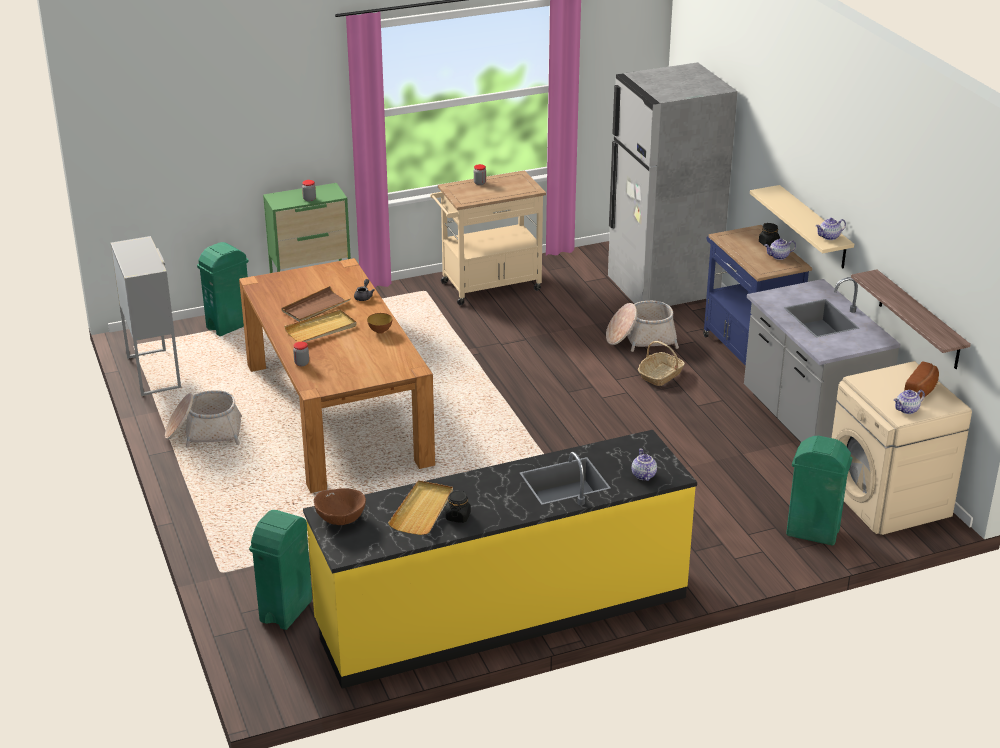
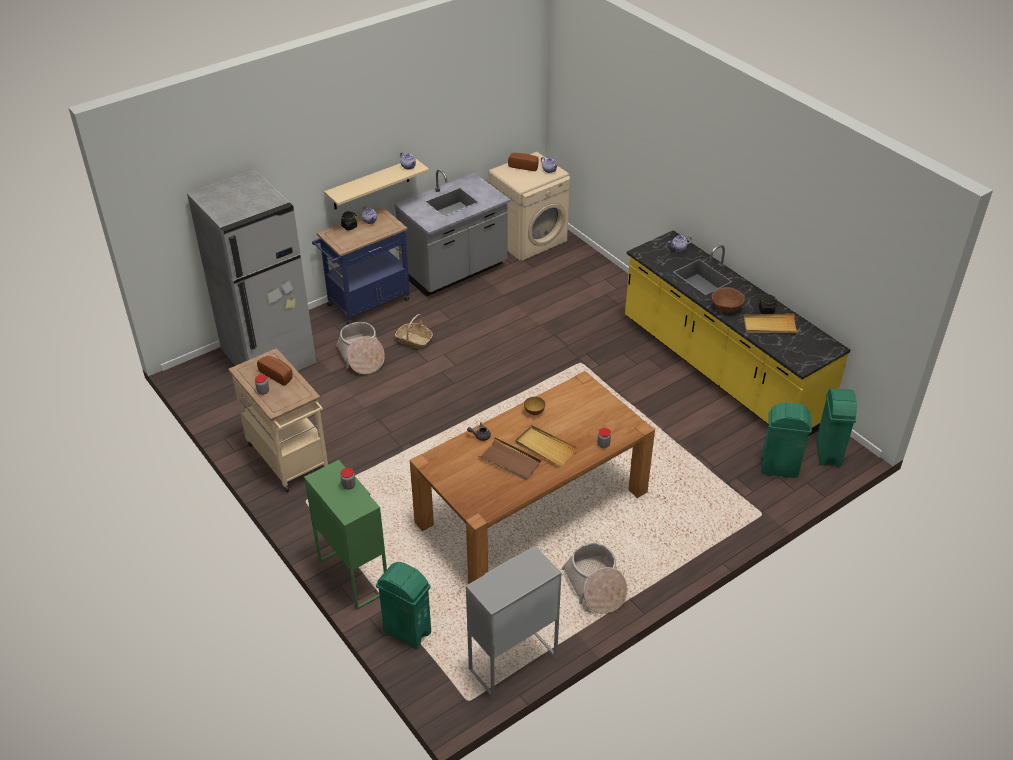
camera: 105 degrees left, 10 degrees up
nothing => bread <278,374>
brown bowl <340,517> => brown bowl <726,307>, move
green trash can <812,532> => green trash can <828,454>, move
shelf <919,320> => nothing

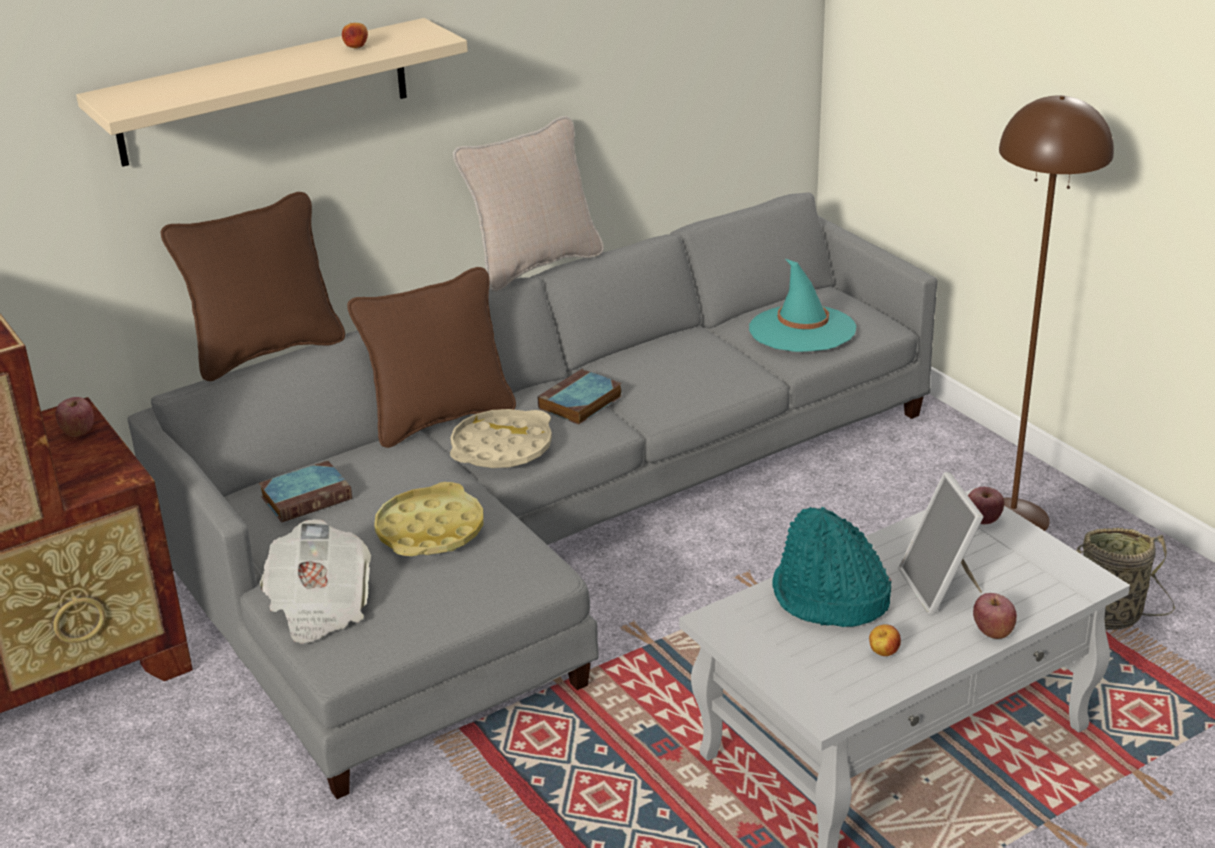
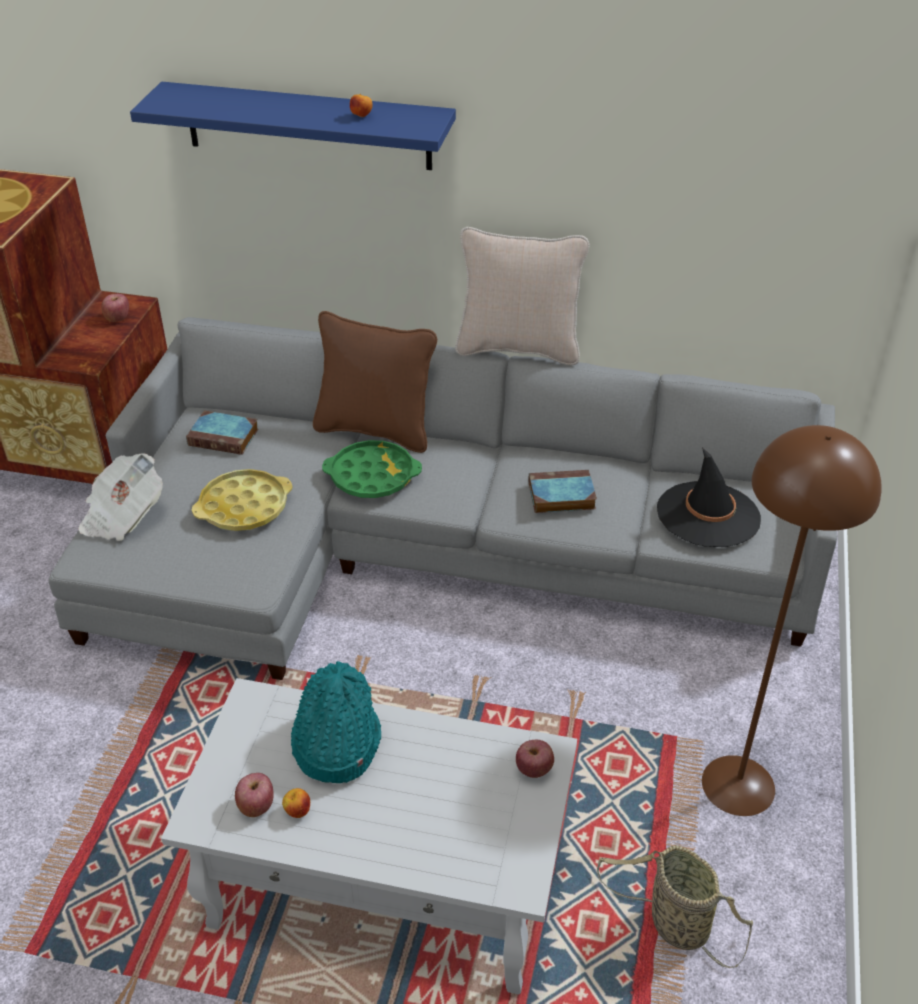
camera: 45 degrees right, 10 degrees up
beige shelf <264,92> => blue shelf <308,126>
apple <992,631> => apple <256,806>, move
beige tray <501,448> => green tray <372,476>
book <579,403> => book <560,496>, move
turquoise hat <802,329> => black hat <708,515>
brown pillow <266,351> => nothing
picture frame <941,589> => nothing

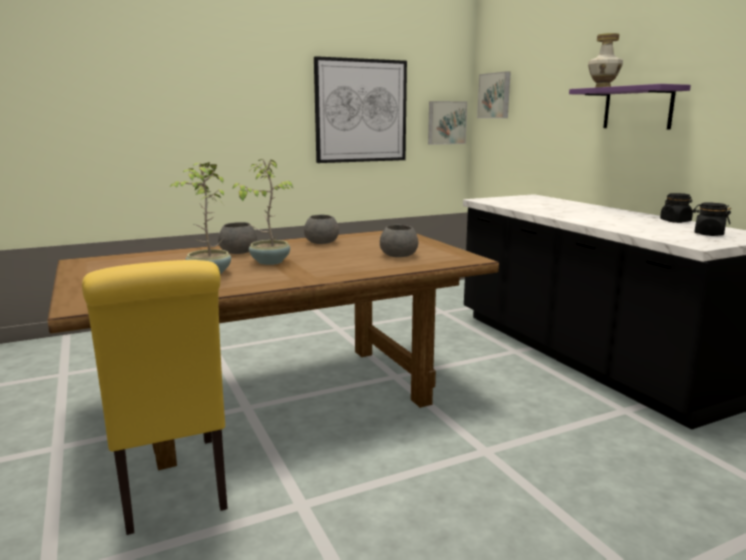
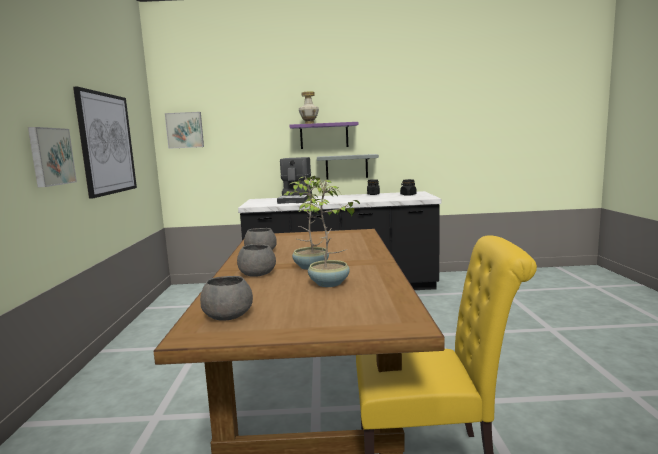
camera: 65 degrees left, 5 degrees down
picture <446,122> => picture <50,156>, move
grey bowl <398,255> => grey bowl <227,316>, move
nothing => coffee machine <296,200>
nothing => grey shelf <346,167>

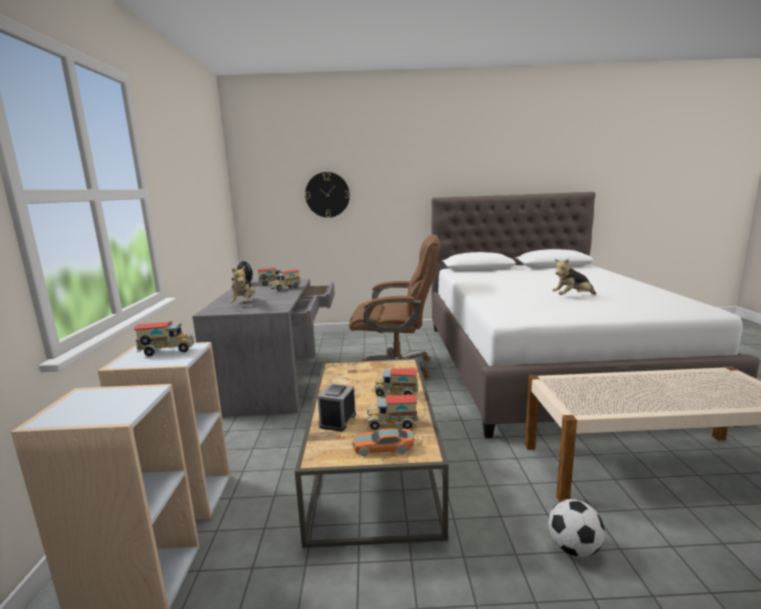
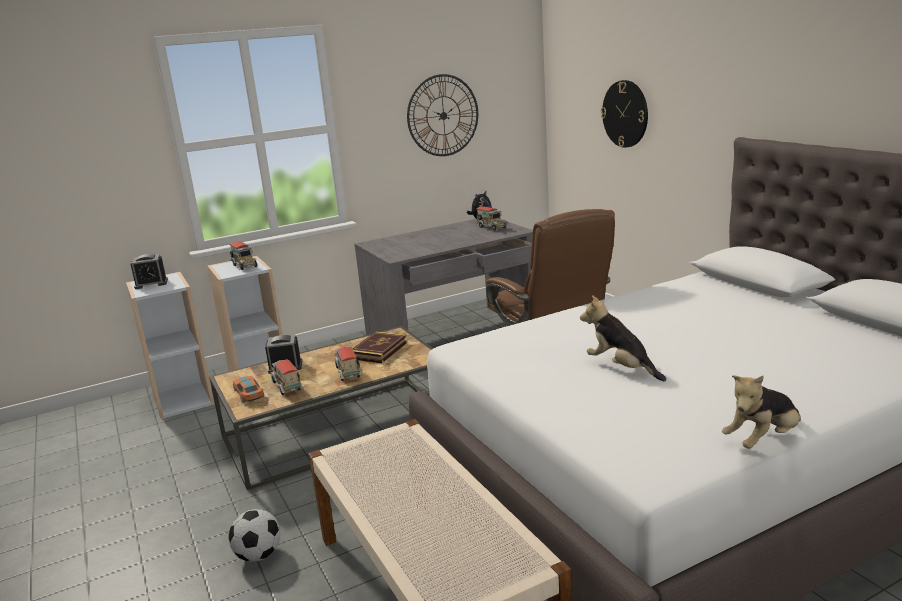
camera: 65 degrees right, 5 degrees up
nothing => alarm clock <151,284>
nothing => book <379,350>
nothing => wall clock <443,115>
plush toy <244,303> => plush toy <762,440>, move
toy truck <285,288> => nothing

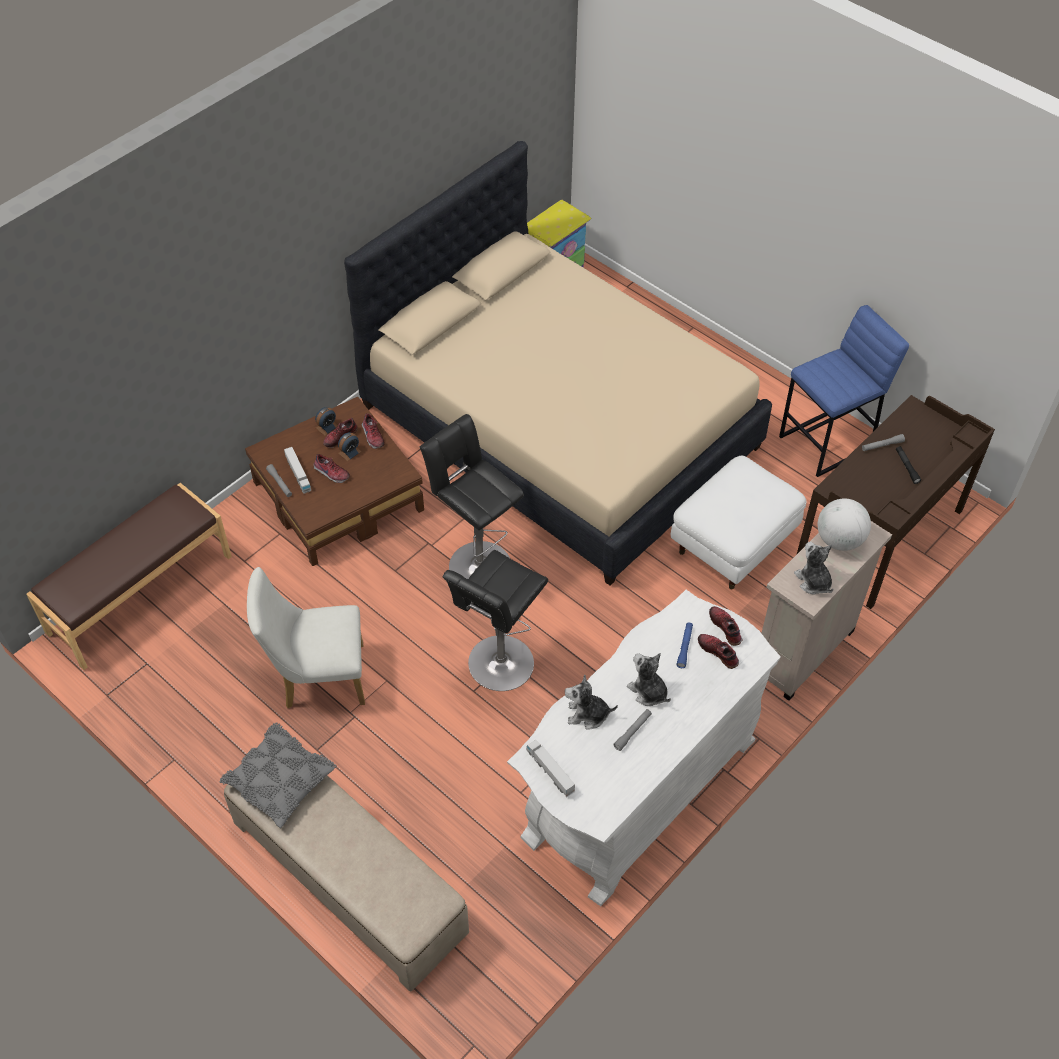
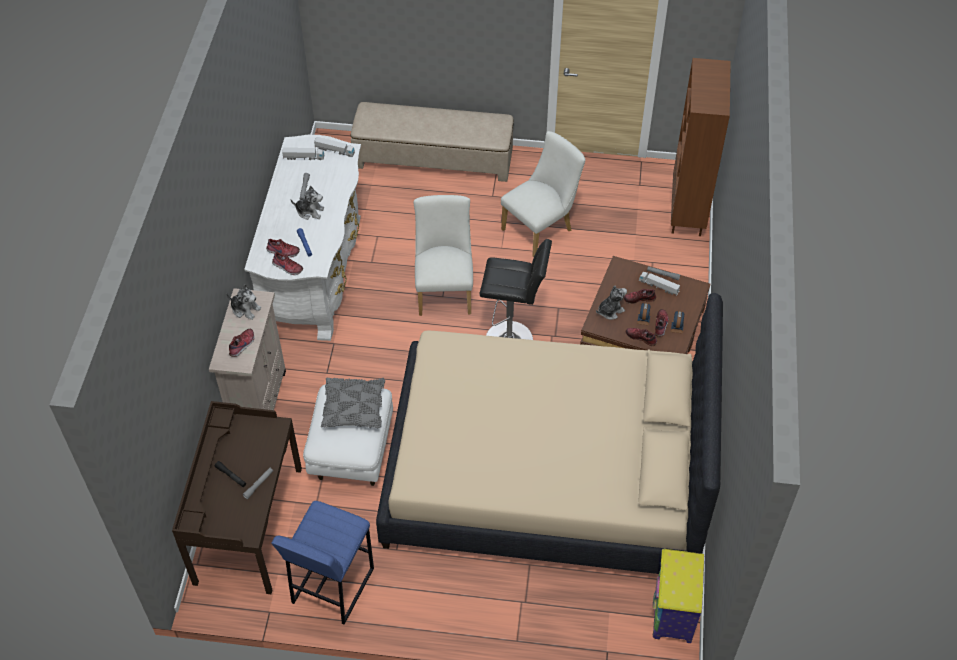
camera: 145 degrees right, 0 degrees up
globe <839,540> => shoe <242,345>
nothing => toy truck <303,157>
grey pillow <280,780> => grey pillow <354,408>, move
black stool <498,667> => white chair <444,289>
plush toy <587,715> => plush toy <610,311>, move
brown bench <139,593> => brown bookcase <688,213>

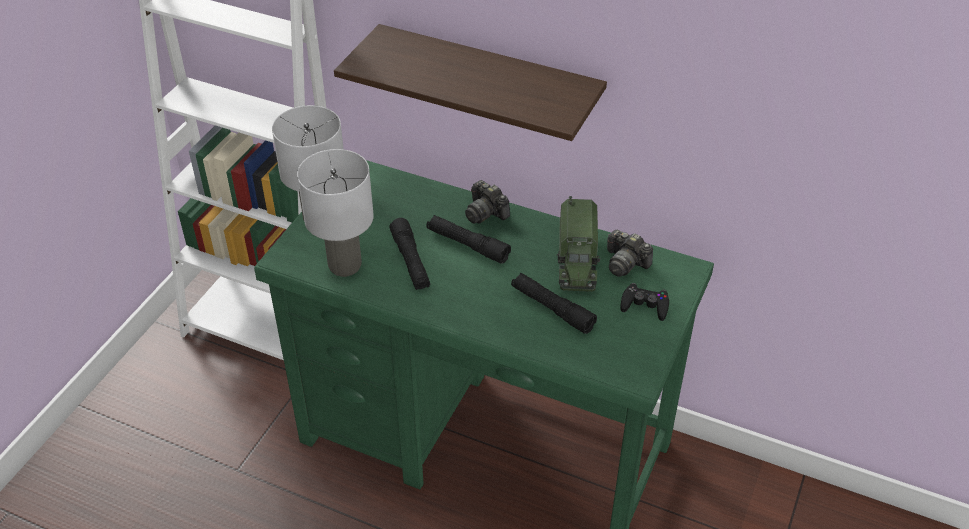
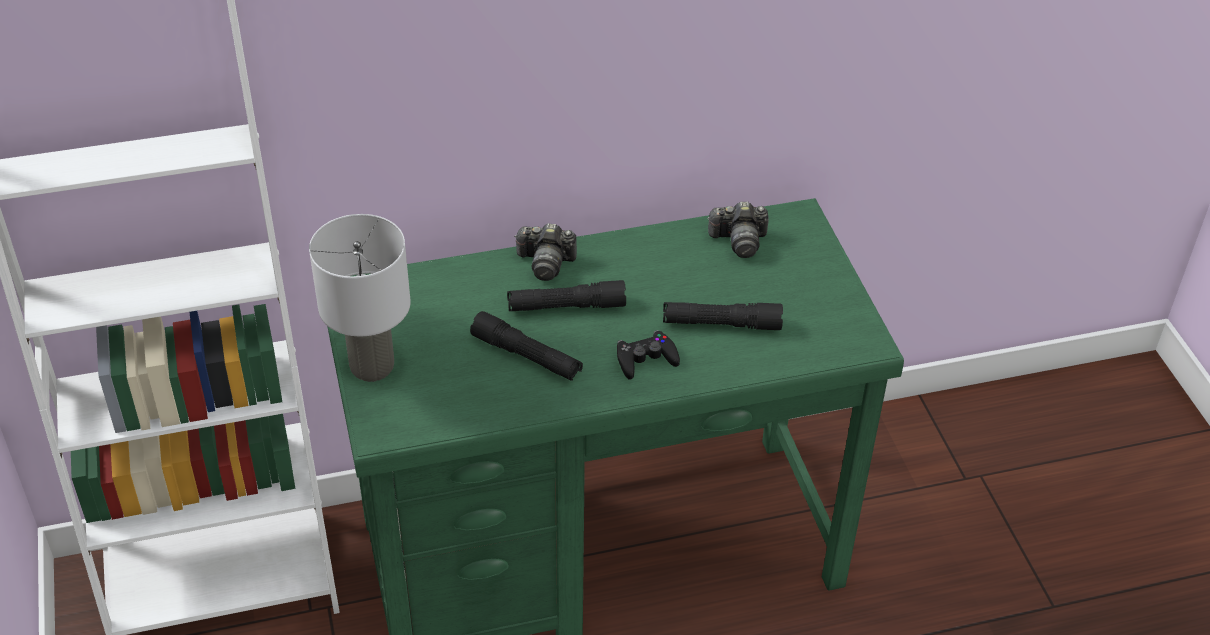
camera: 40 degrees left, 0 degrees up
black game controller <644,305> => black game controller <645,359>, move
white table lamp <346,266> => nothing
shelf <488,84> => nothing
toy truck <577,261> => nothing

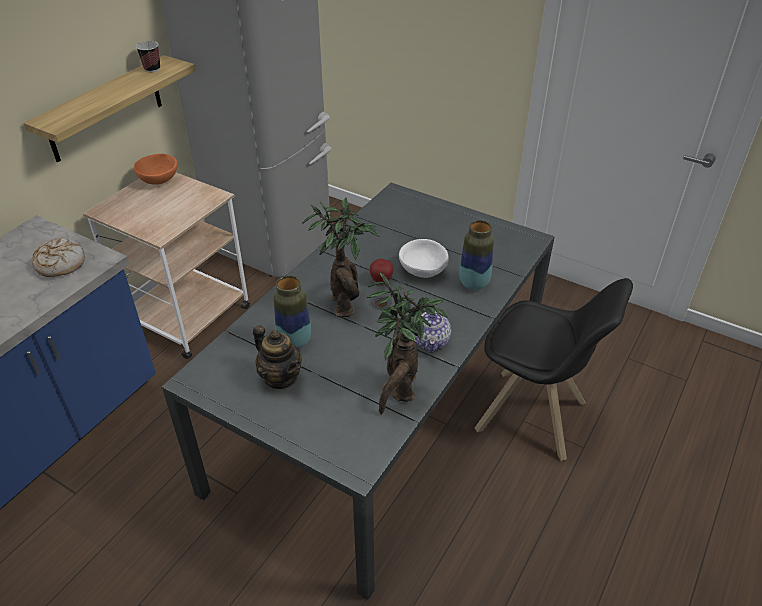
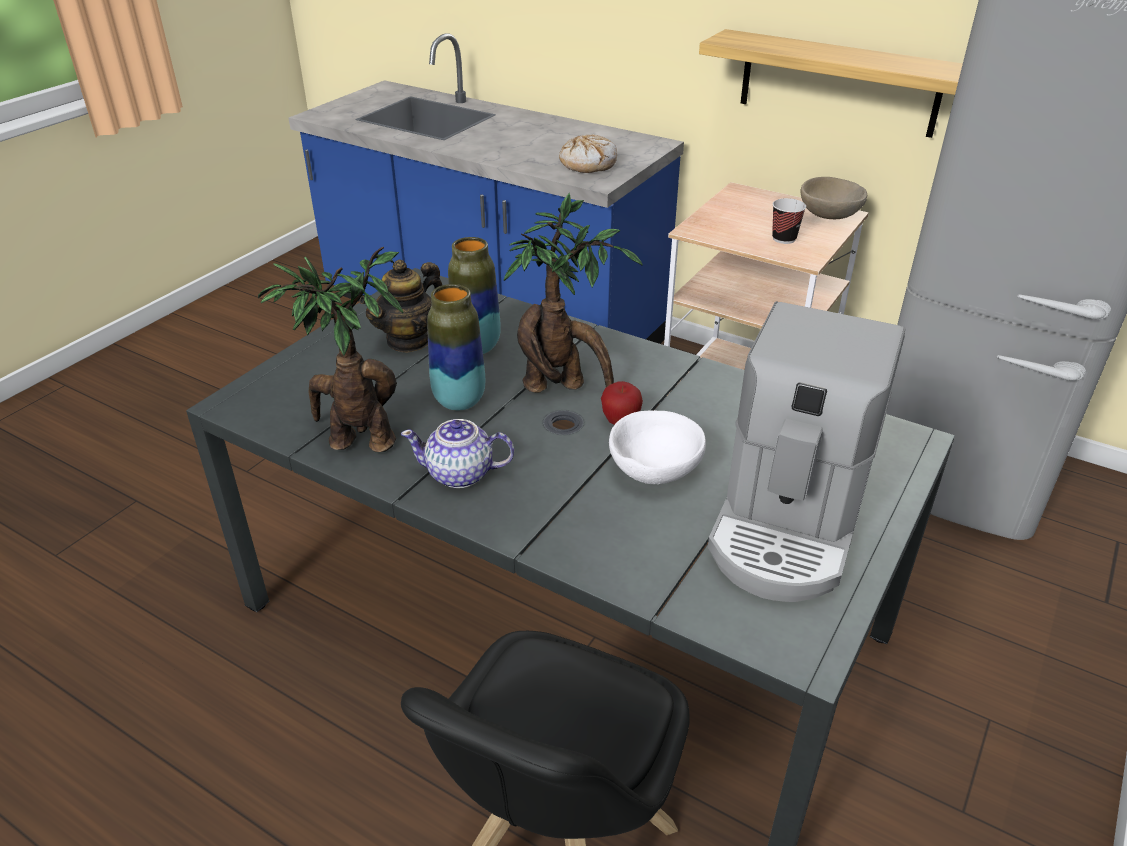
camera: 90 degrees right, 5 degrees down
vase <474,284> => vase <459,401>, move
nothing => coffee machine <788,524>
cup <152,69> => cup <784,239>, move
orange bowl <159,180> => beige bowl <828,216>

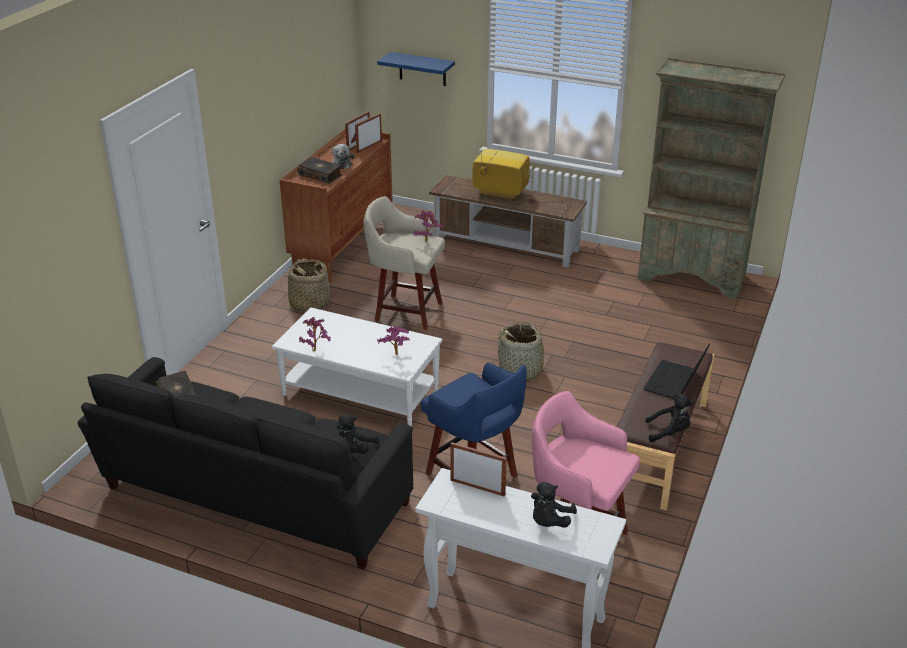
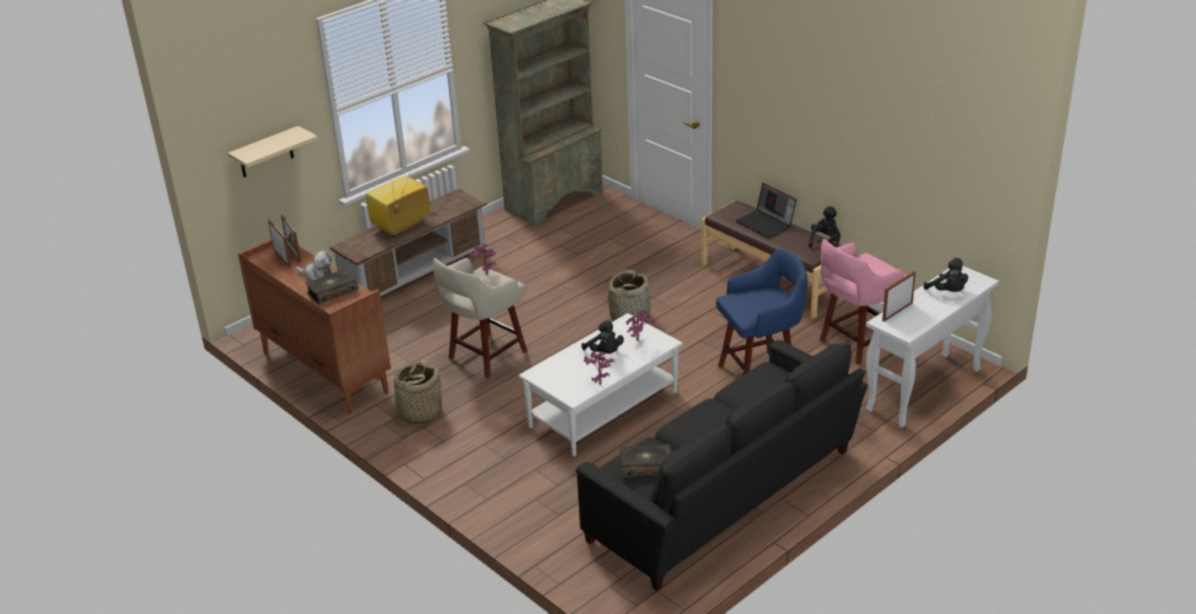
camera: 65 degrees left, 0 degrees up
blue shelf <422,69> => beige shelf <266,153>
black plush toy <354,450> => black plush toy <604,353>, move

